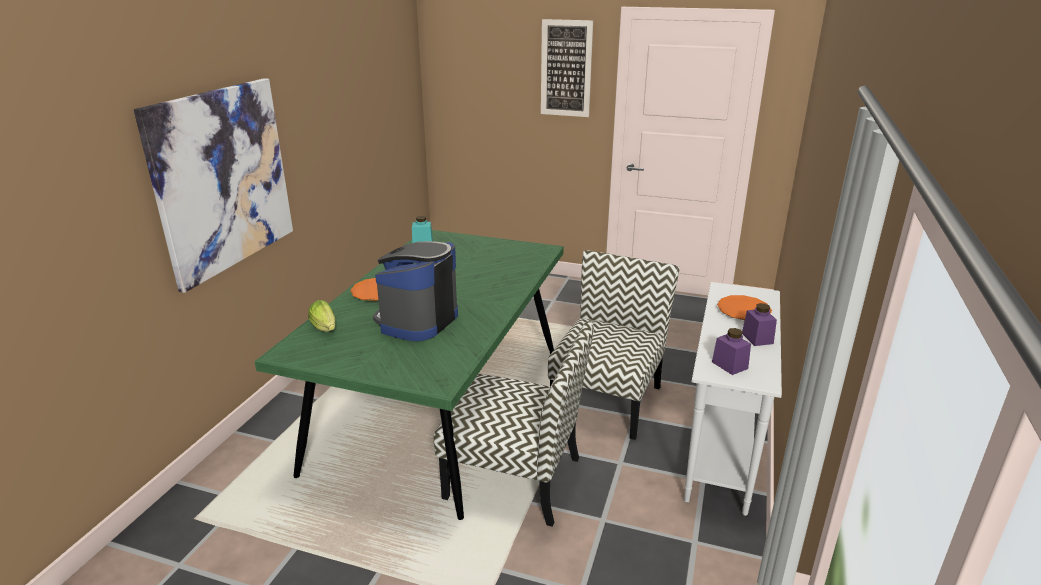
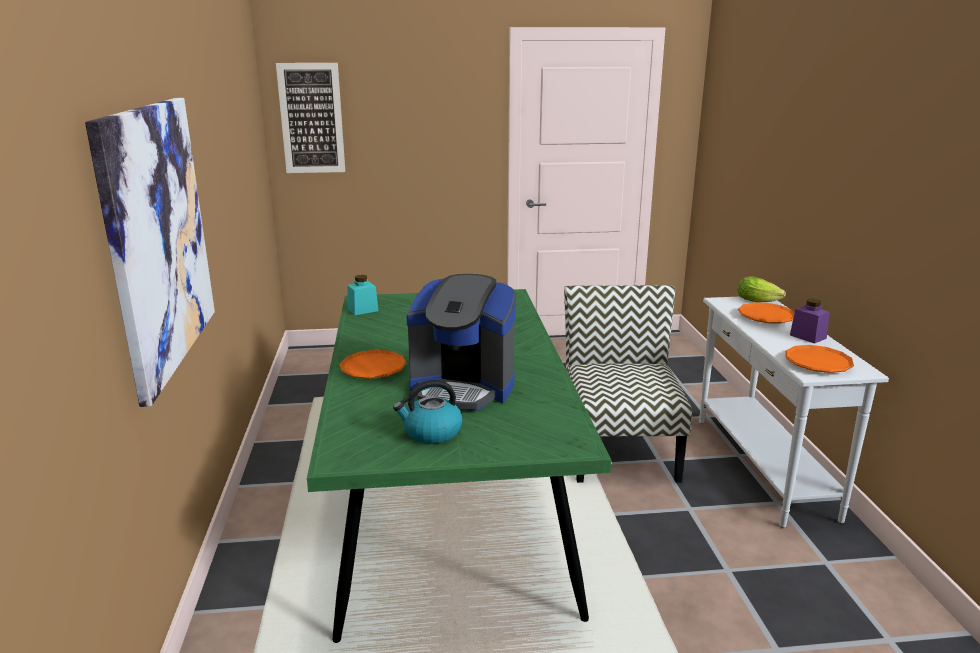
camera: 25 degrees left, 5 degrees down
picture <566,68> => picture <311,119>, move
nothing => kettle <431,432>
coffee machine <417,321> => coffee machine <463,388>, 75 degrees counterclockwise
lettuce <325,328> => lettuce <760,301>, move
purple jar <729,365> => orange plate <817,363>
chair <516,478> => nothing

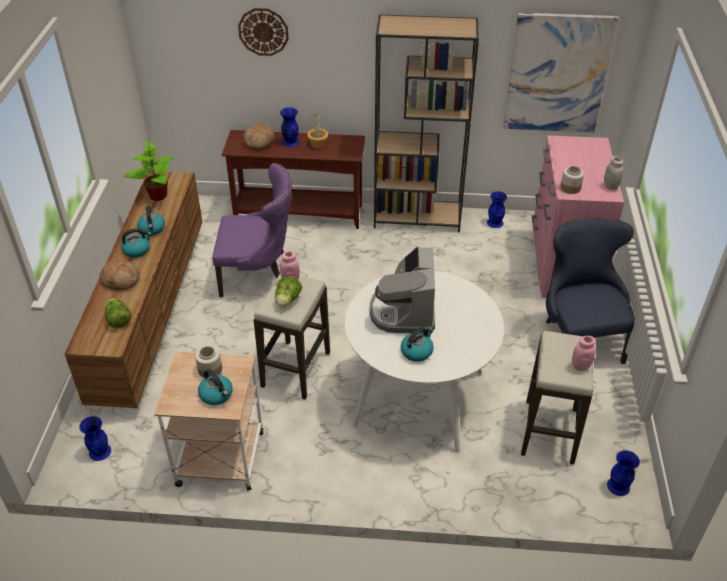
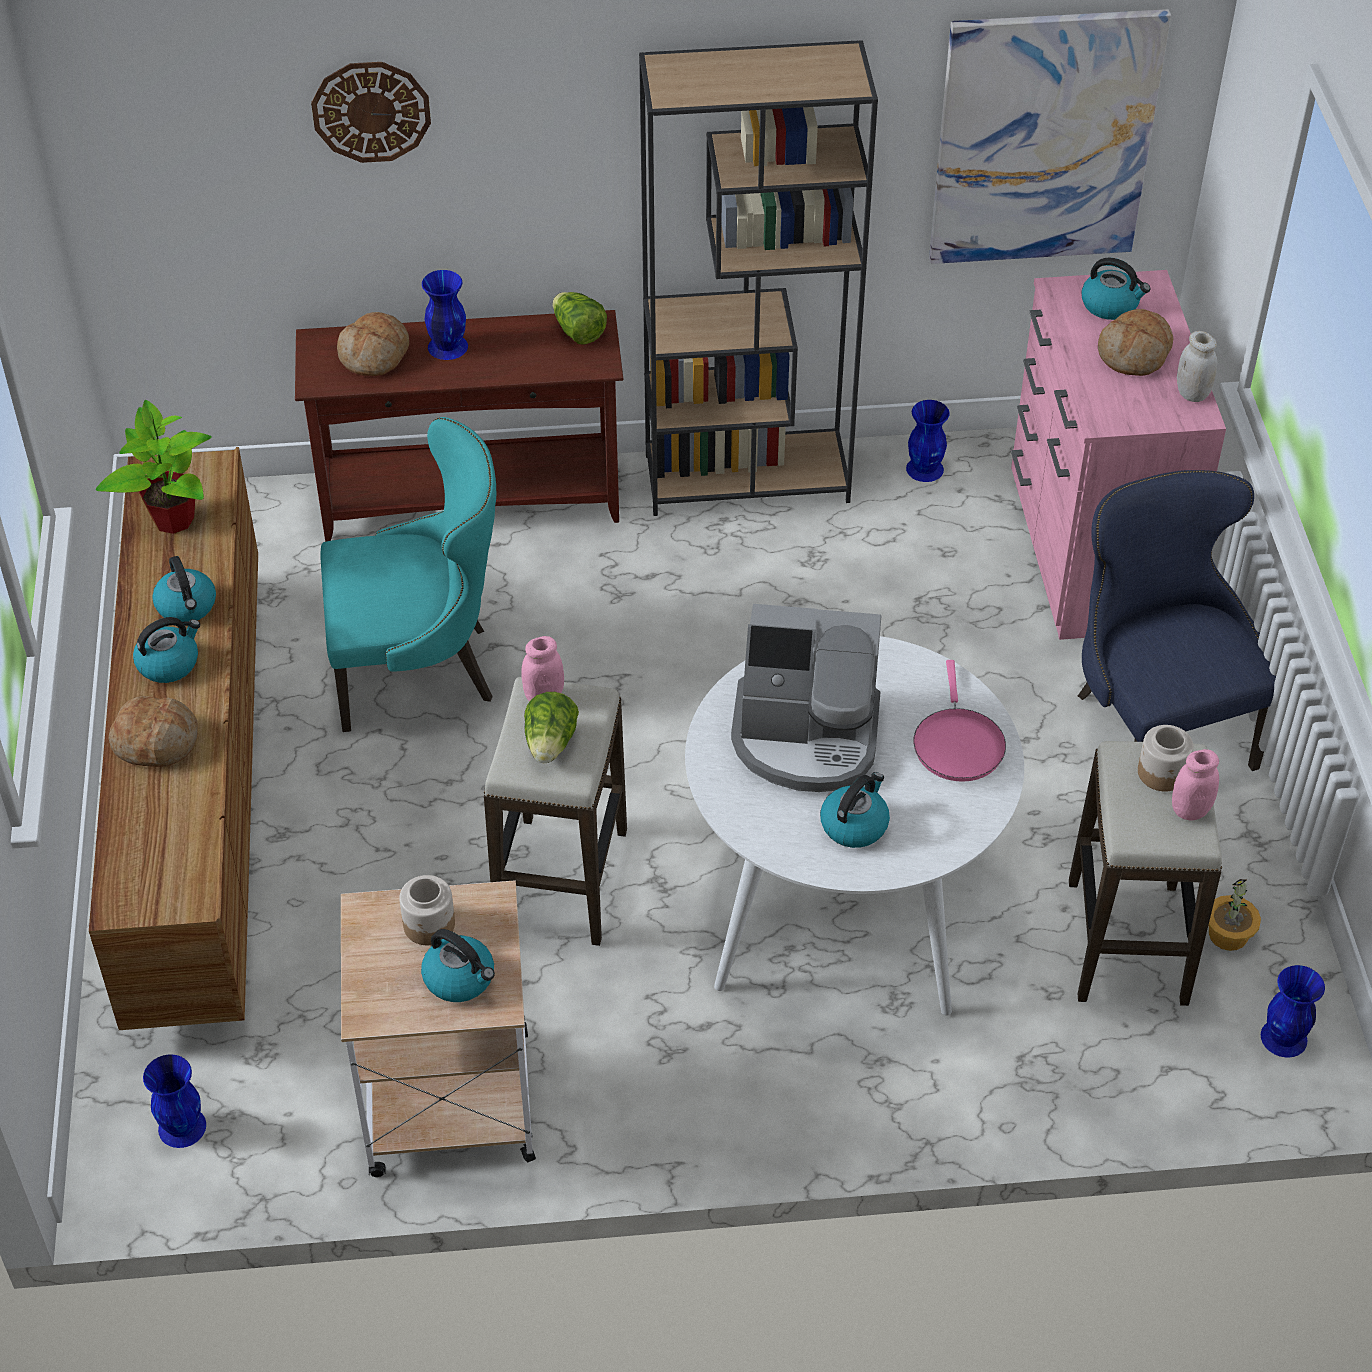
camera: 10 degrees left, 5 degrees up
purple chair <259,277> => turquoise chair <420,671>
lettuce <118,320> => lettuce <578,332>, move
coffee machine <404,311> => coffee machine <806,738>, 75 degrees counterclockwise
nothing => pink frying pan <957,744>
nothing => kettle <1110,305>
nothing => bread <1134,354>
jar <570,188> => jar <1162,773>, move
potted plant <318,144> => potted plant <1228,935>, move

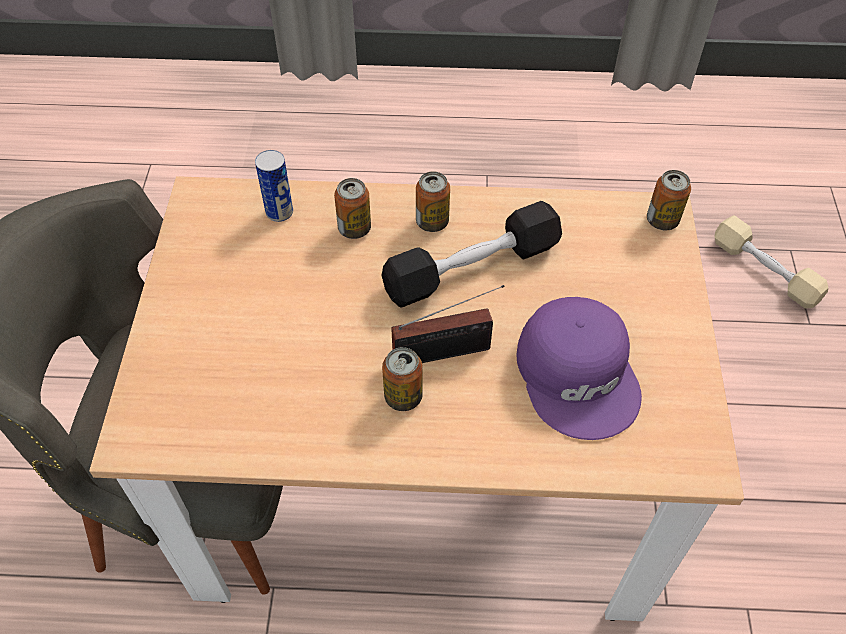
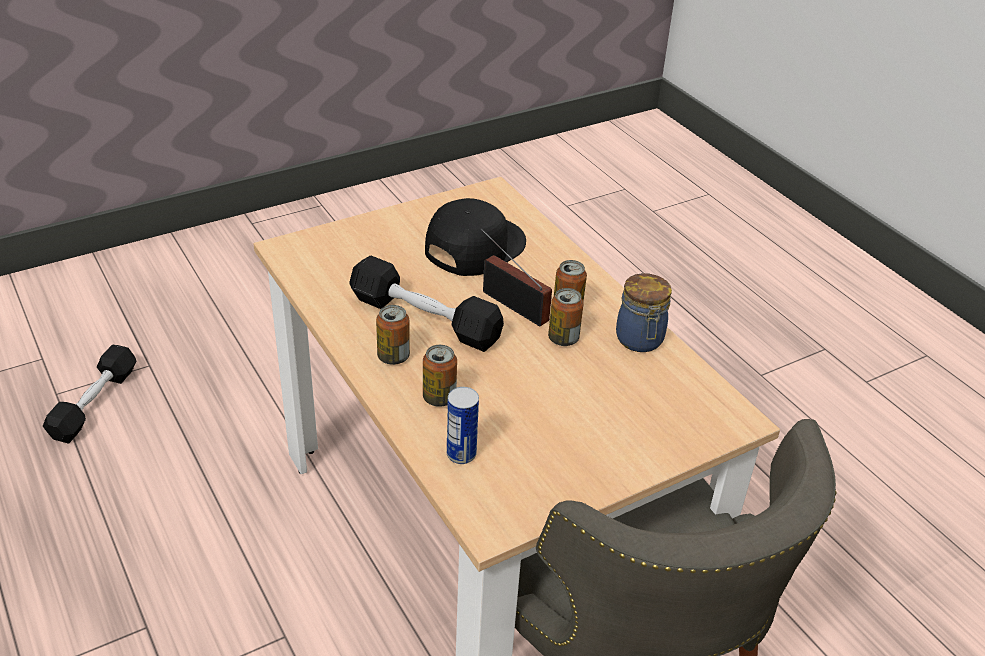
camera: 125 degrees left, 15 degrees down
beige dumbbell <764,271> => black dumbbell <94,403>
purple cap <579,374> => black cap <474,246>
can <662,220> => can <563,338>, move
nothing => jar <640,340>

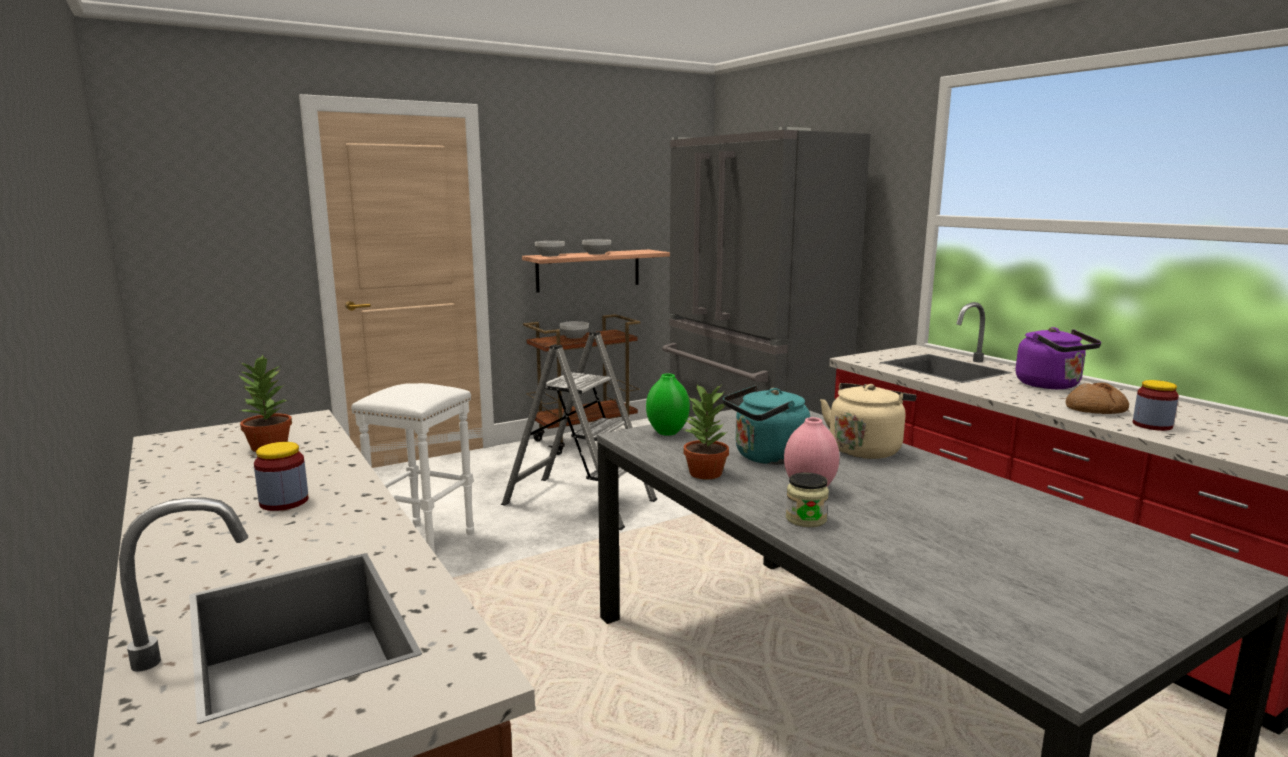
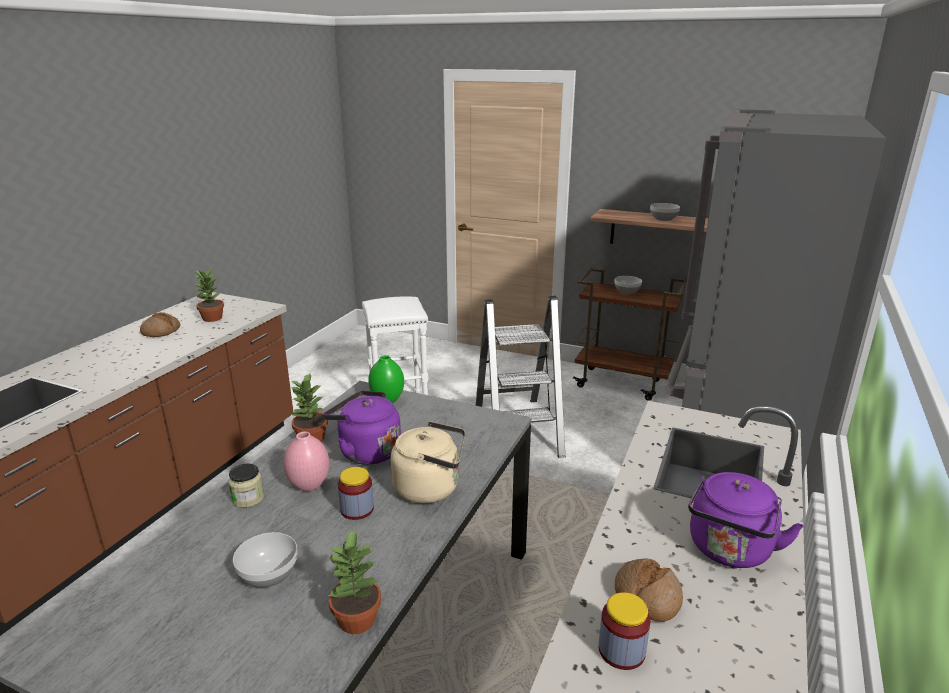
camera: 55 degrees right, 10 degrees up
nothing => bread <161,331>
bowl <550,255> => bowl <269,575>, move
turquoise kettle <767,457> => purple kettle <366,451>
nothing => potted plant <356,620>
jar <284,502> => jar <357,509>, move

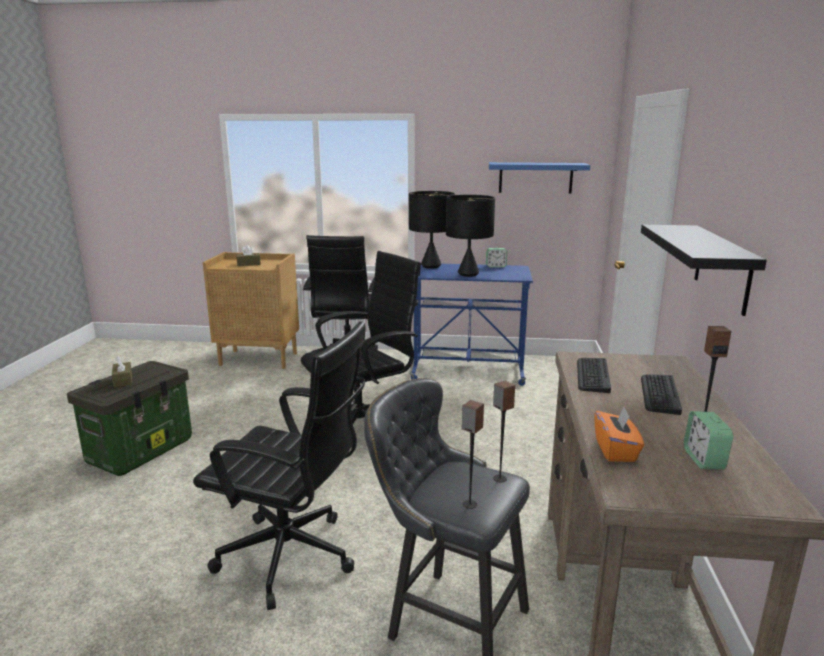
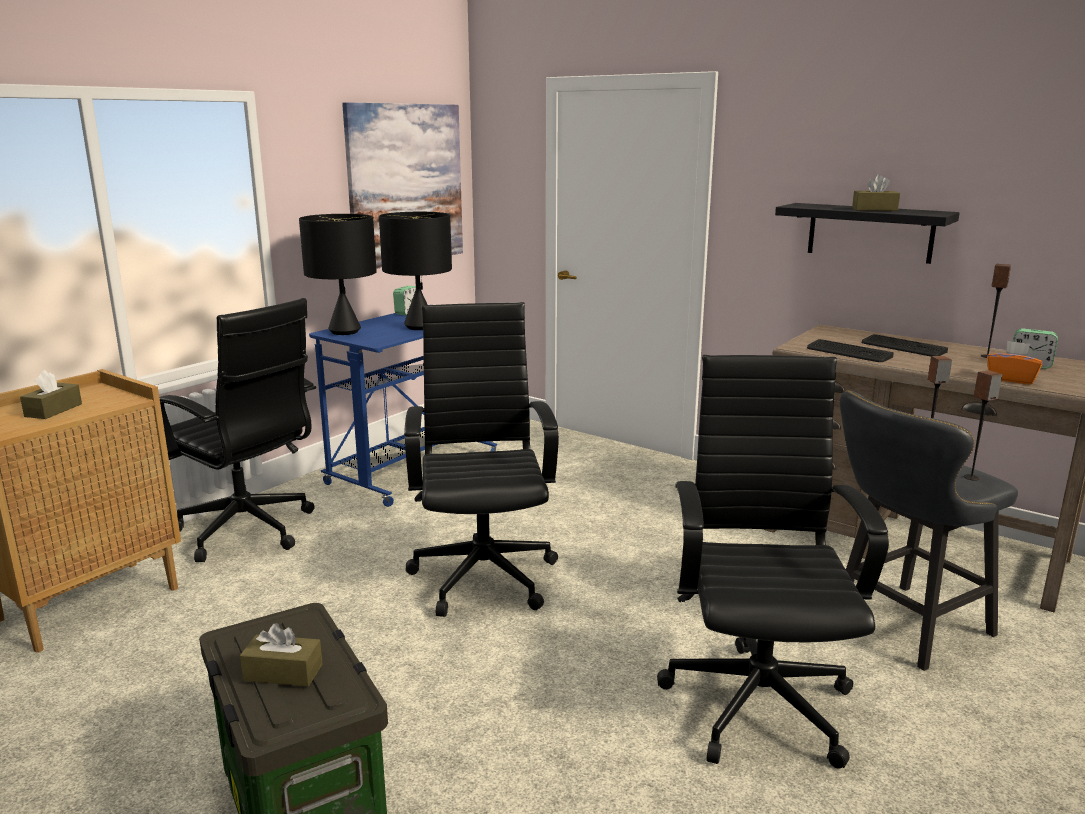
camera: 60 degrees left, 0 degrees up
blue shelf <535,177> => picture <406,184>
black office chair <293,558> => black office chair <757,700>, 45 degrees counterclockwise
nothing => brown tissue box <874,209>

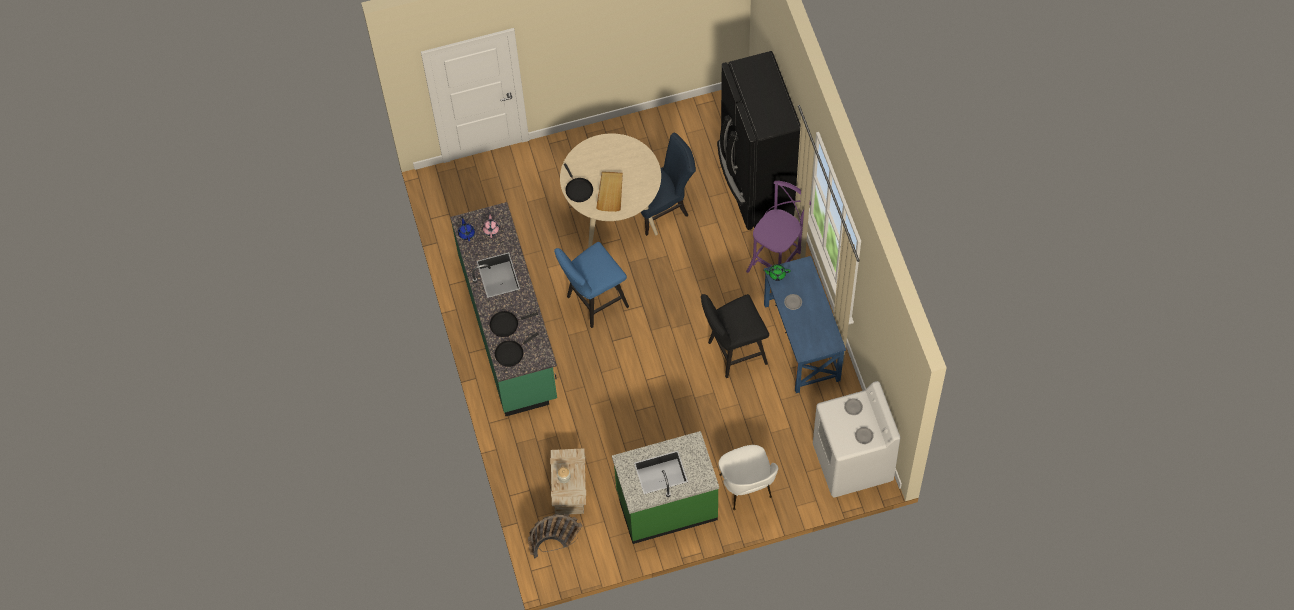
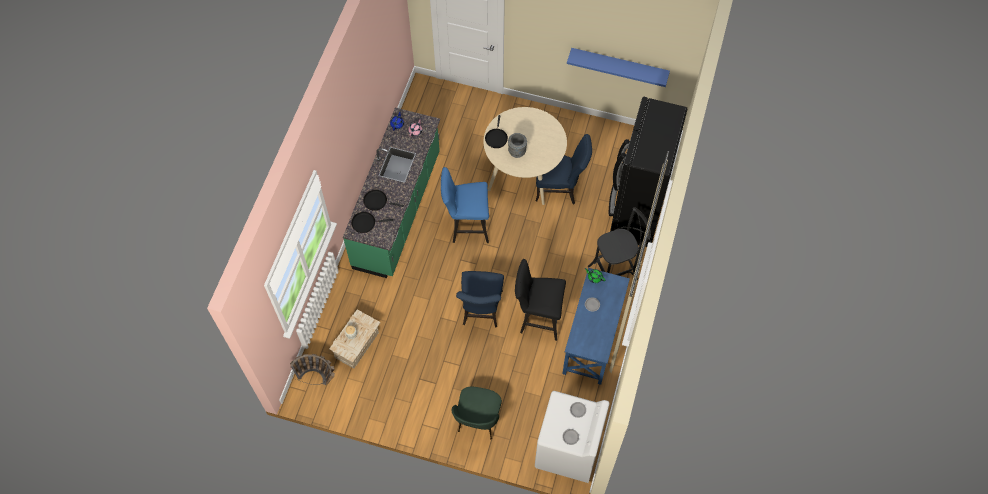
camera: 30 degrees right, 0 degrees up
white chair <747,490> => green chair <477,423>
nothing => blue chair <481,310>
beige tray <610,192> => grey vase <517,152>
nothing => blue shelf <619,64>
purple stool <778,261> => black stool <615,272>
green counter <666,505> => nothing

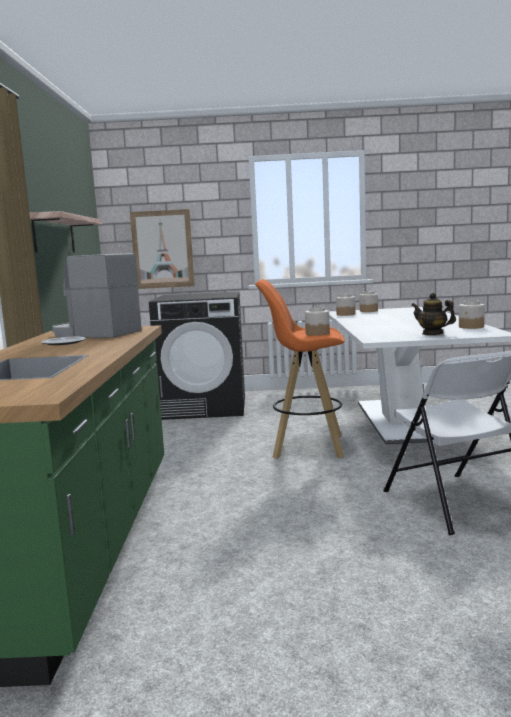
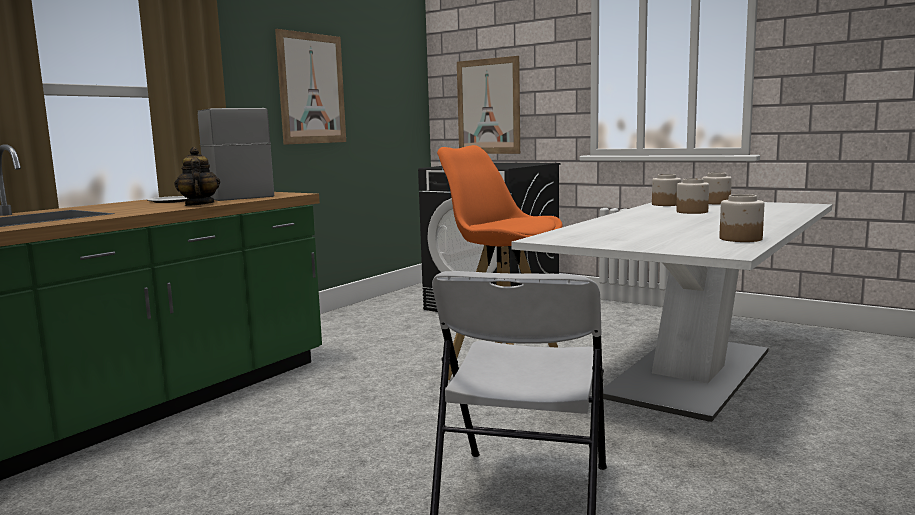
camera: 35 degrees right, 0 degrees up
teapot <432,333> => teapot <199,204>, move
shelf <54,235> => picture <311,89>
jar <317,333> => jar <692,212>, move

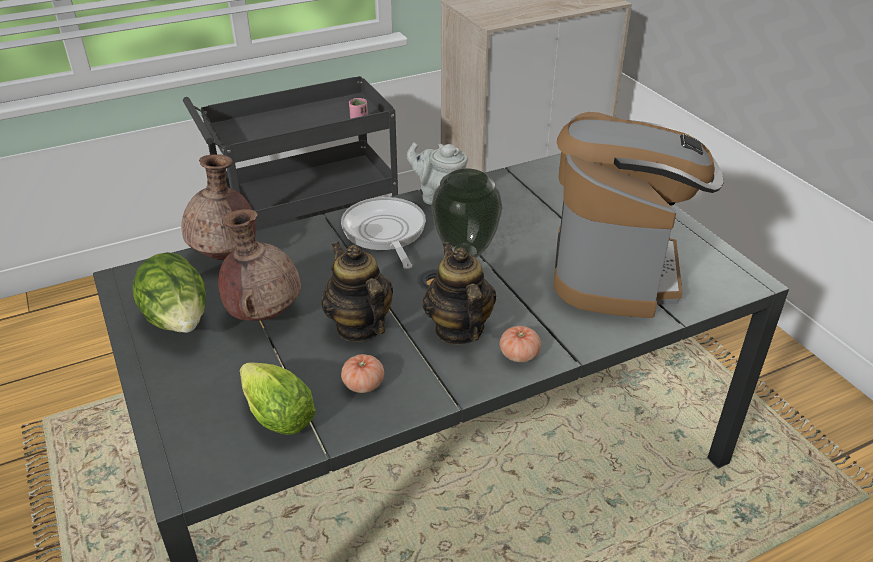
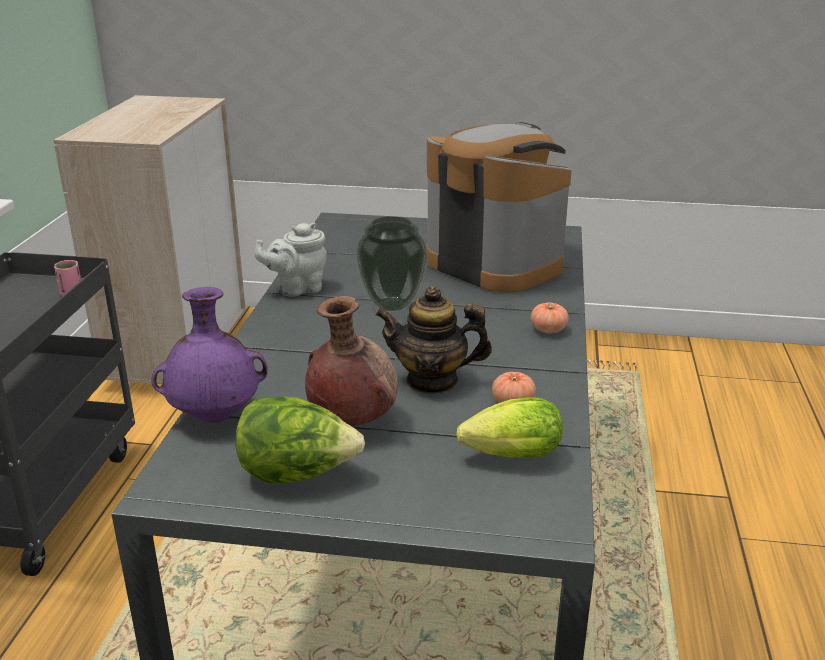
camera: 55 degrees left, 10 degrees down
brown vase <225,255> => purple vase <216,416>
frying pan <385,233> => nothing
teapot <458,329> => nothing

